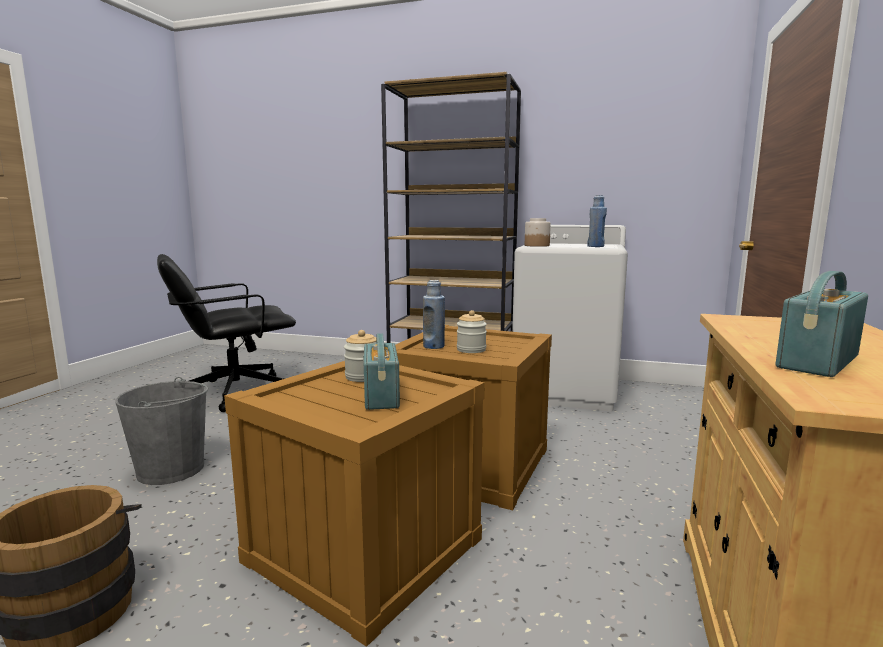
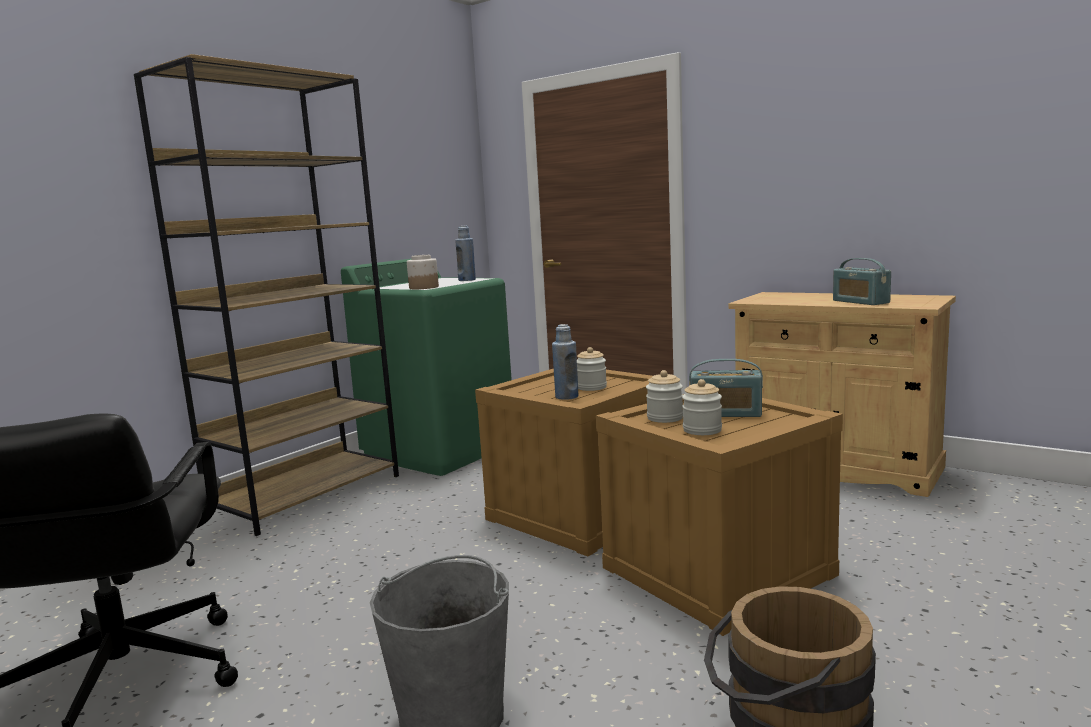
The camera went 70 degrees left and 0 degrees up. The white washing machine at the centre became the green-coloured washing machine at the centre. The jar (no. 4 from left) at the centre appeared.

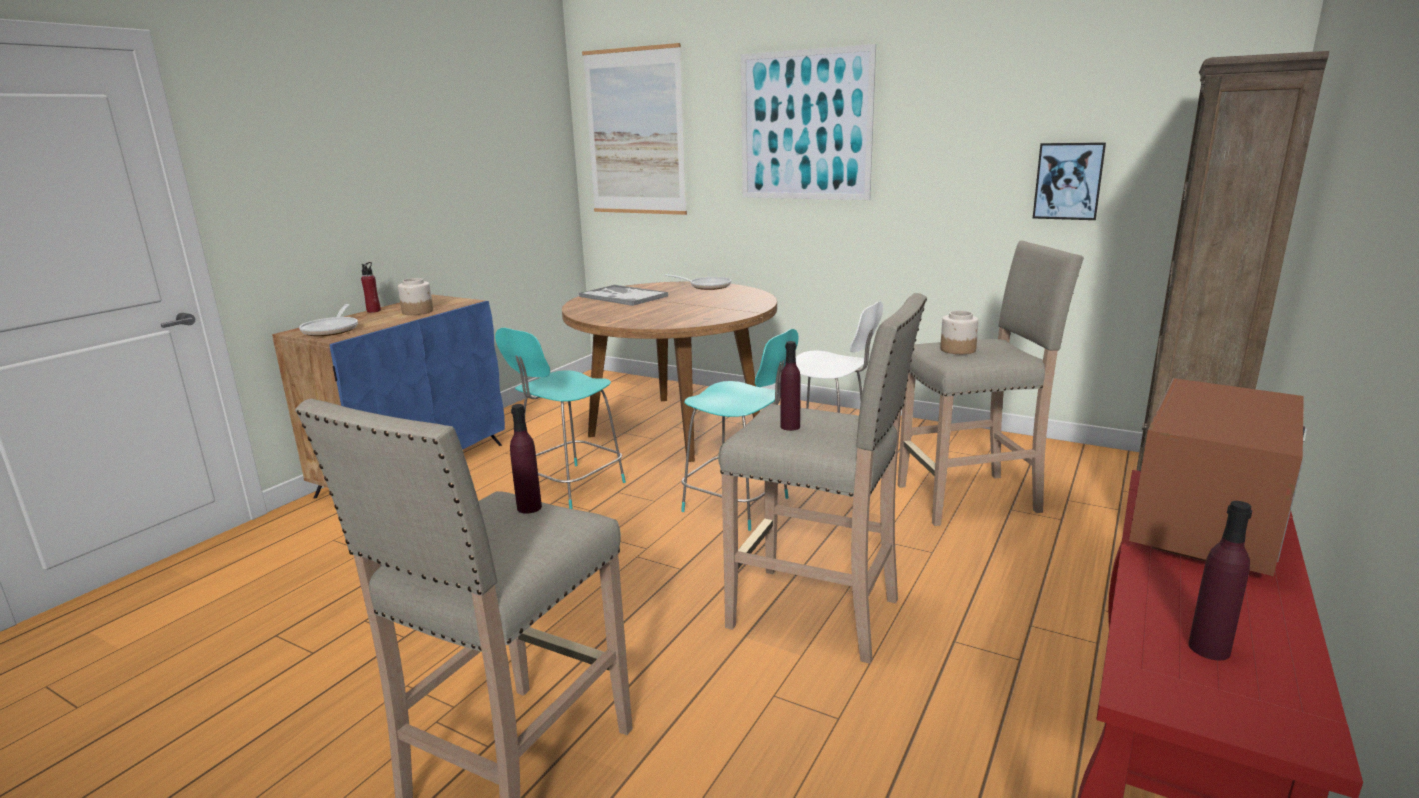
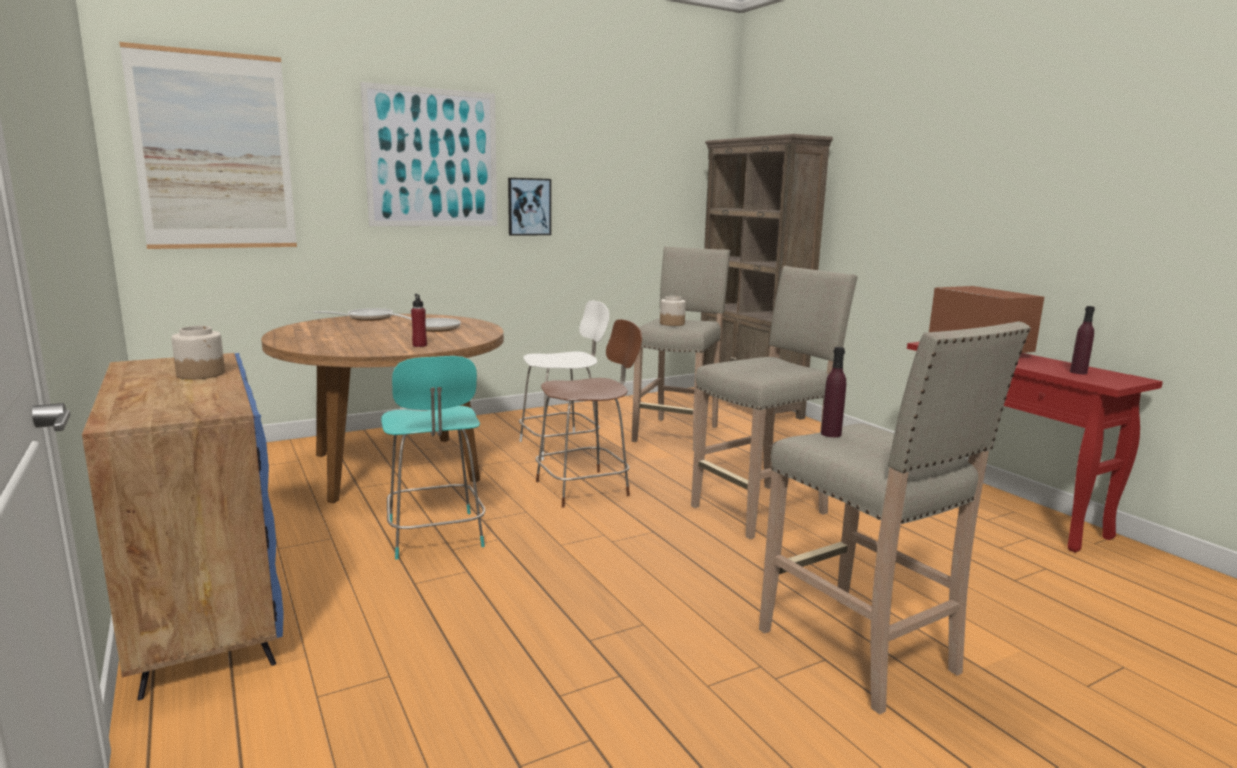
The camera went 60 degrees left and 5 degrees down. The wall art (no. 3 from left) moved from the top right to the top centre. The red drink bottle moved from the middle left to the centre. The carrying tray at the centre disappeared. The pan (no. 1 from left in the first image) moved from the middle left to the centre. The turquoise chair (no. 2 from left) at the centre became the brown chair at the centre. The purplish drink bottle (no. 2 from left) at the centre disappeared.

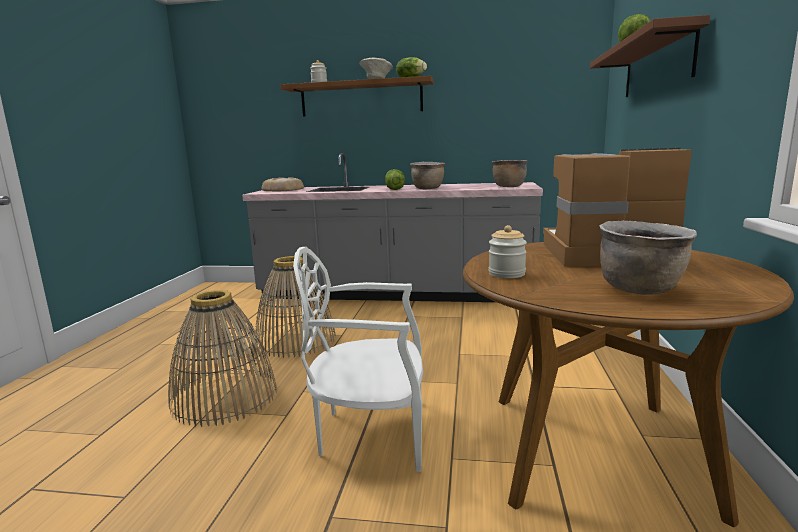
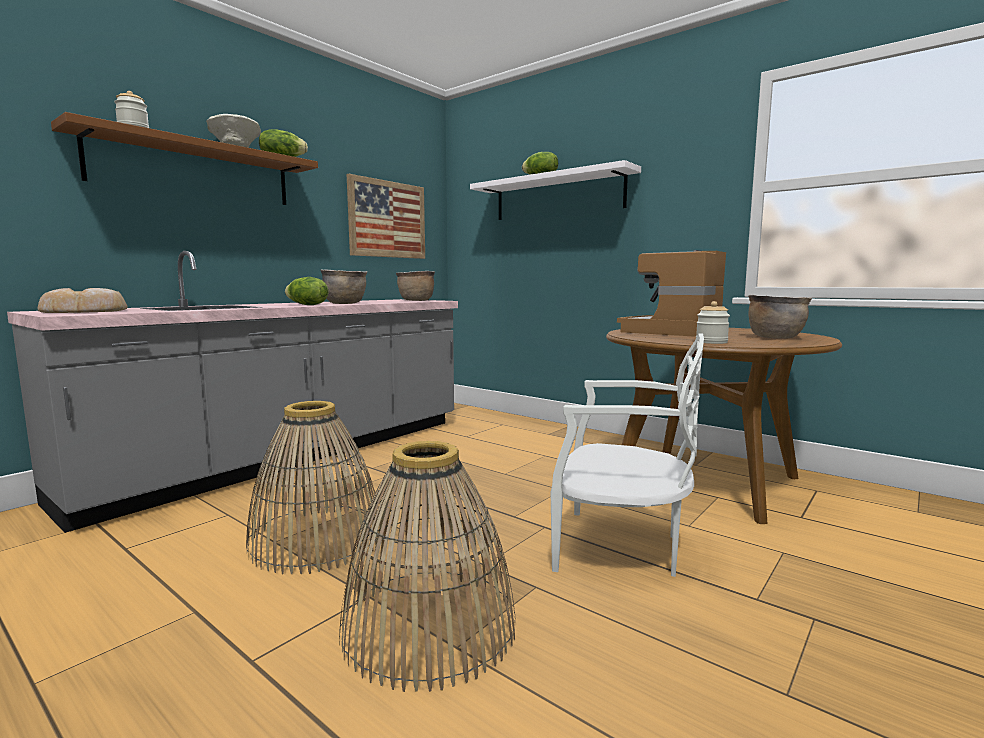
The camera went 60 degrees left and 5 degrees down. The brown wall shelf (no. 2 from left) at the top right became the white wall shelf at the top centre. The white chair at the bottom centre turned 105 degrees counterclockwise. The wall art at the top centre appeared.

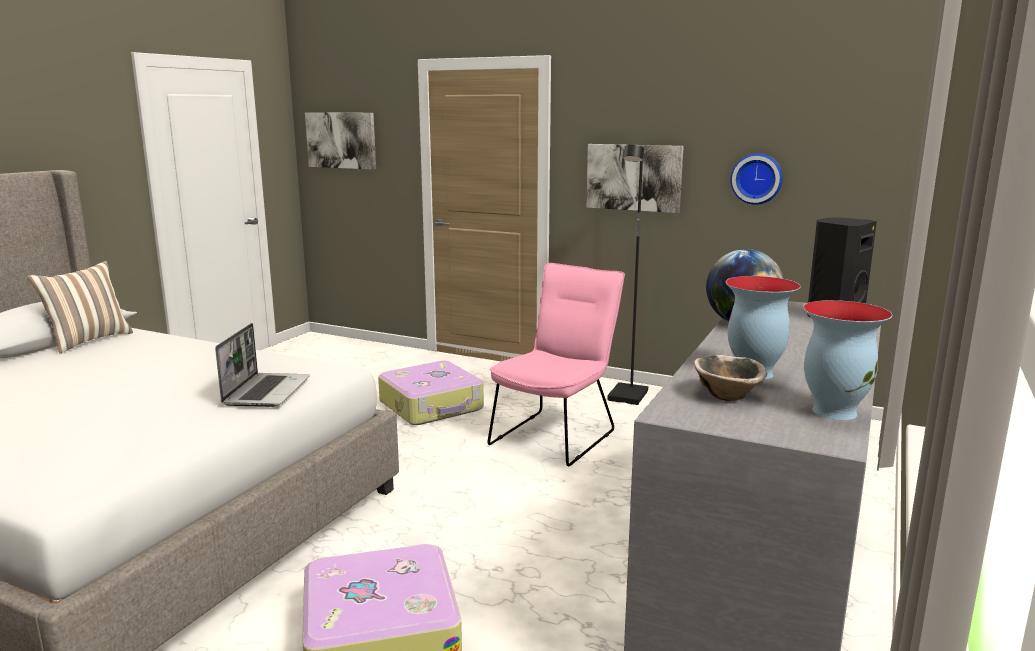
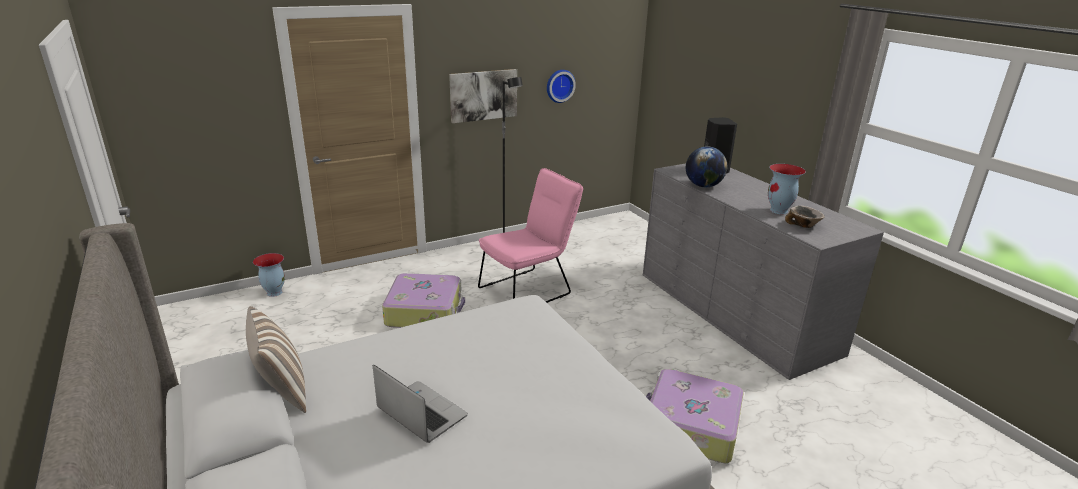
The camera went 55 degrees left and 10 degrees up. The wall art (no. 1 from left) at the top left disappeared. The pink chair at the centre turned 75 degrees clockwise. The flower vase (no. 2 from left in the first image) moved from the middle right to the middle left. The laptop moved from the middle left to the bottom centre.

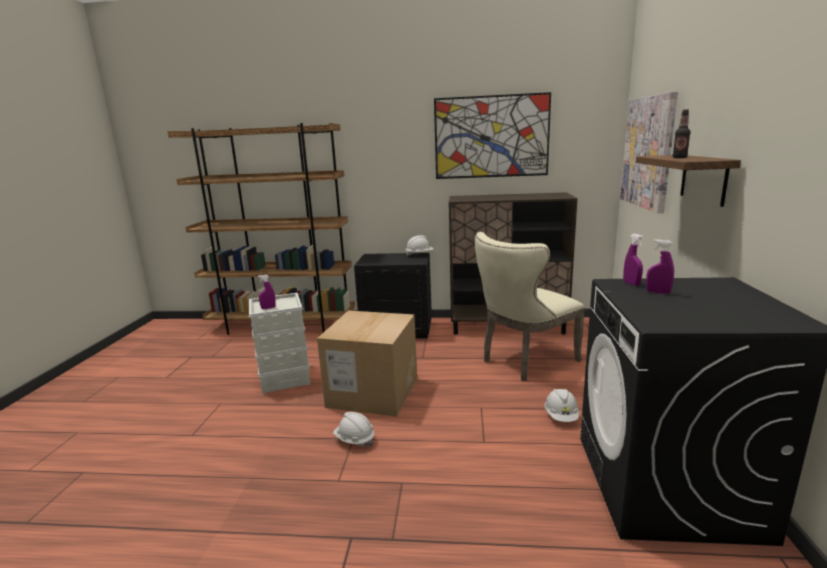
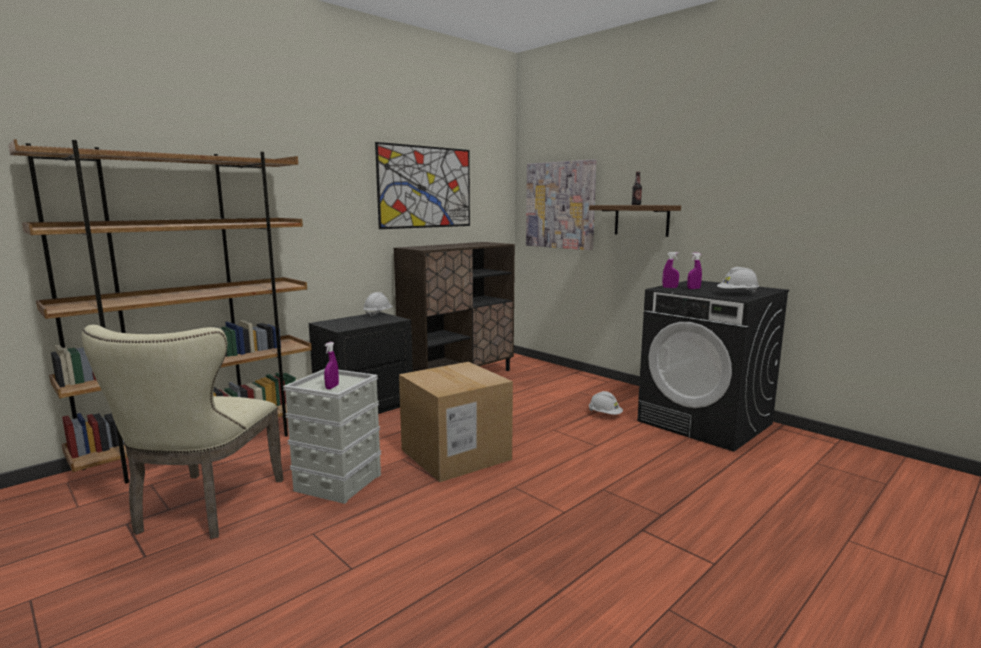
The camera went 50 degrees left and 5 degrees down. The sand-coloured chair moved from the centre to the bottom left. The white hard hat (no. 1 from left in the first image) moved from the bottom centre to the middle right.

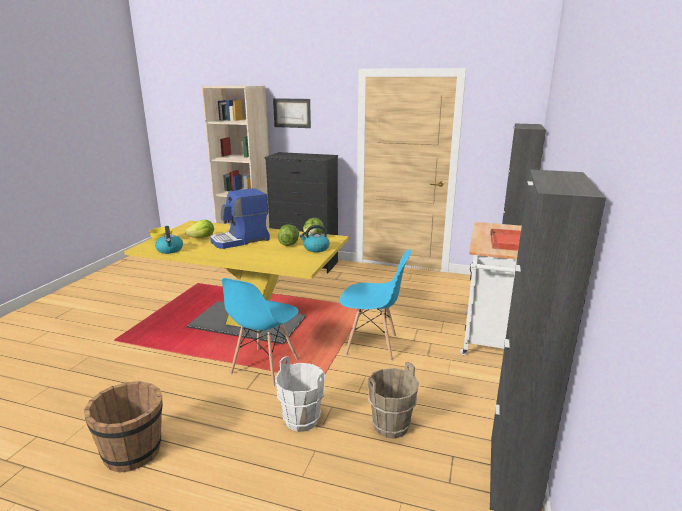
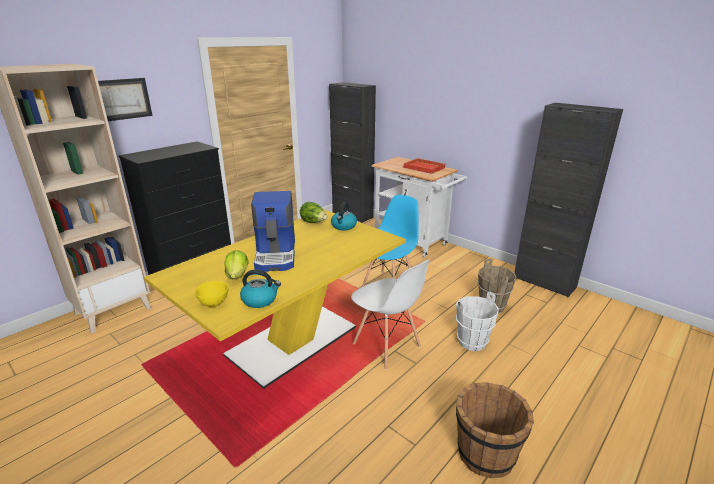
The camera went 65 degrees left and 5 degrees up. The lettuce head (no. 2 from left) at the centre disappeared. The blue-coloured chair (no. 1 from left) at the centre became the white chair at the centre.

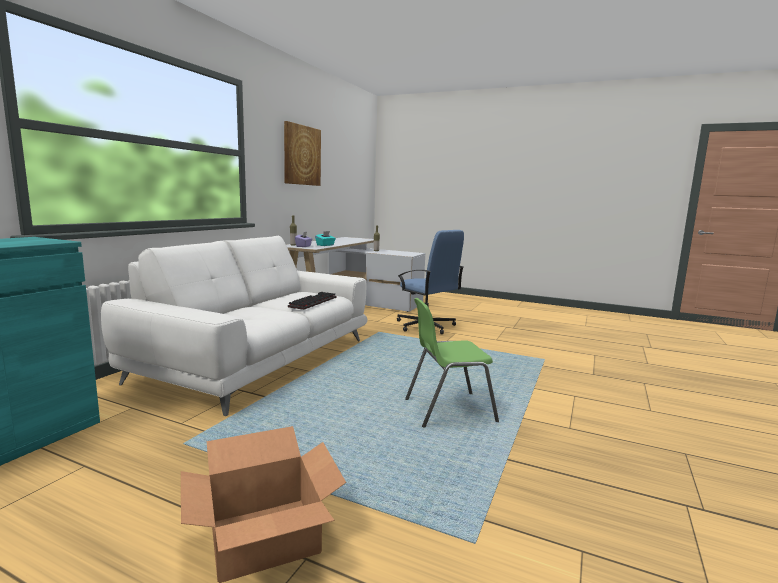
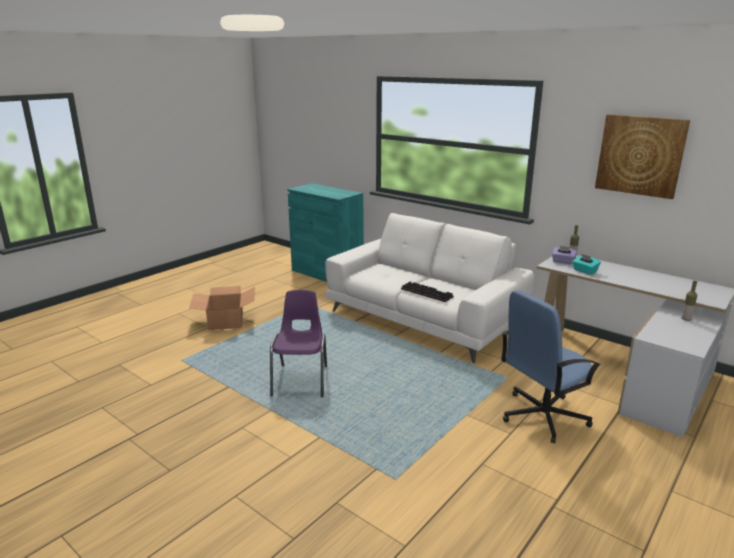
The camera went 105 degrees right and 10 degrees up. The green-coloured chair at the centre became the purplish chair at the centre.

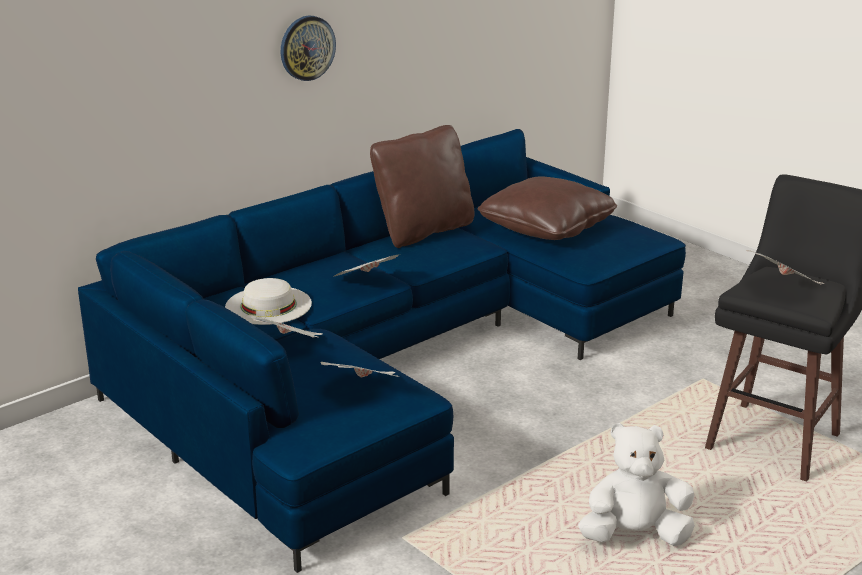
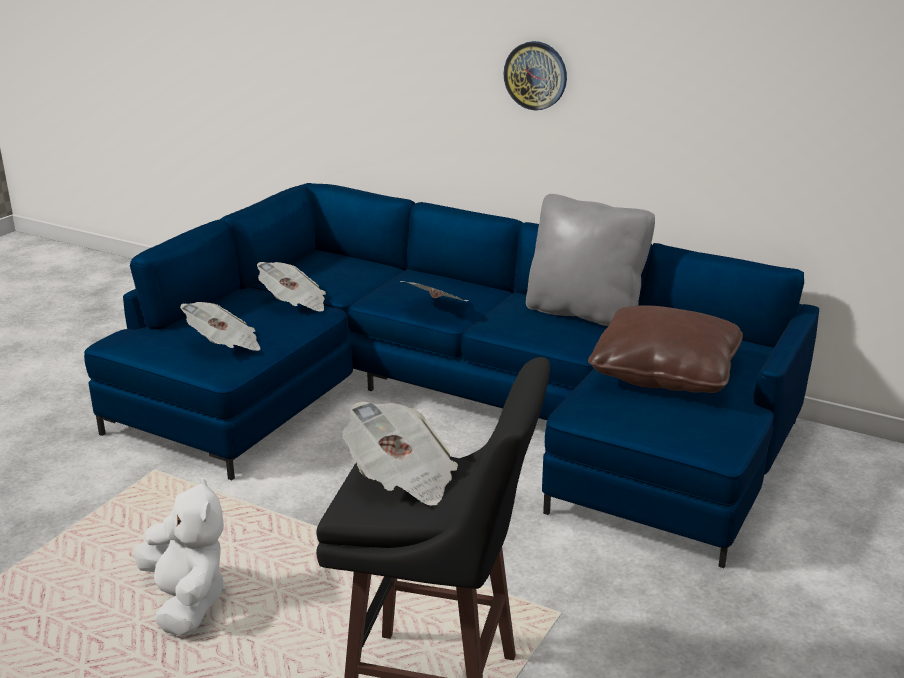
The camera went 70 degrees right and 0 degrees up. The brown pillow (no. 1 from left) at the top centre became the grey pillow at the centre. The white wearable hat at the middle left disappeared.

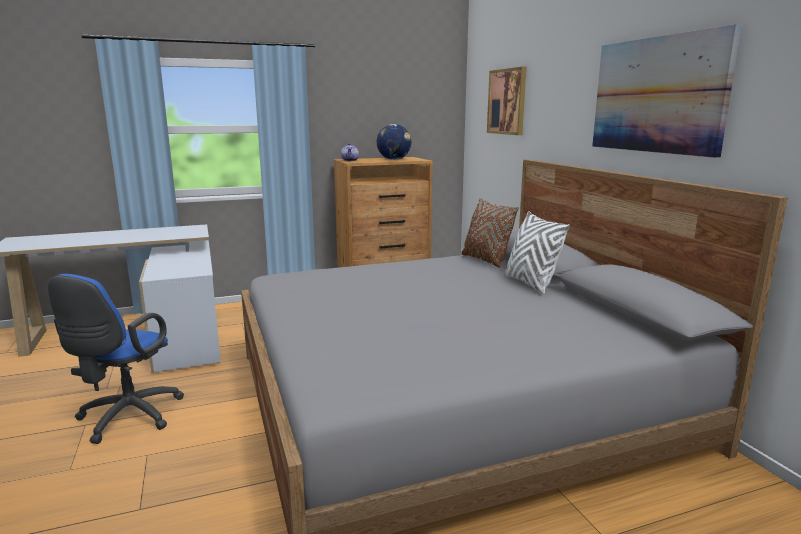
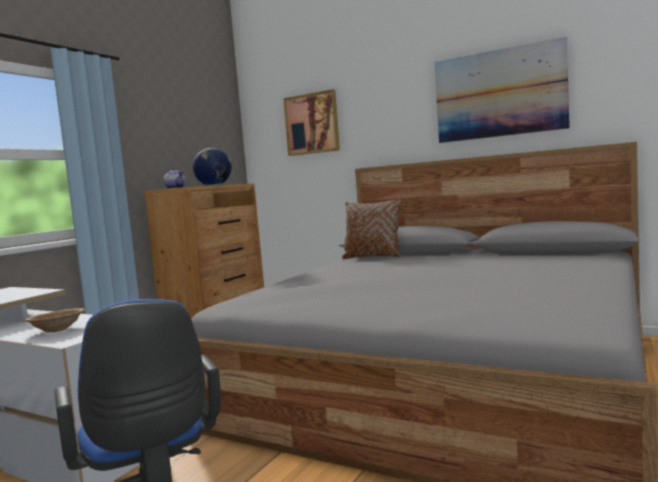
The camera went 40 degrees left and 10 degrees down. The white pillow at the middle right disappeared. The brown bowl at the middle left appeared.

